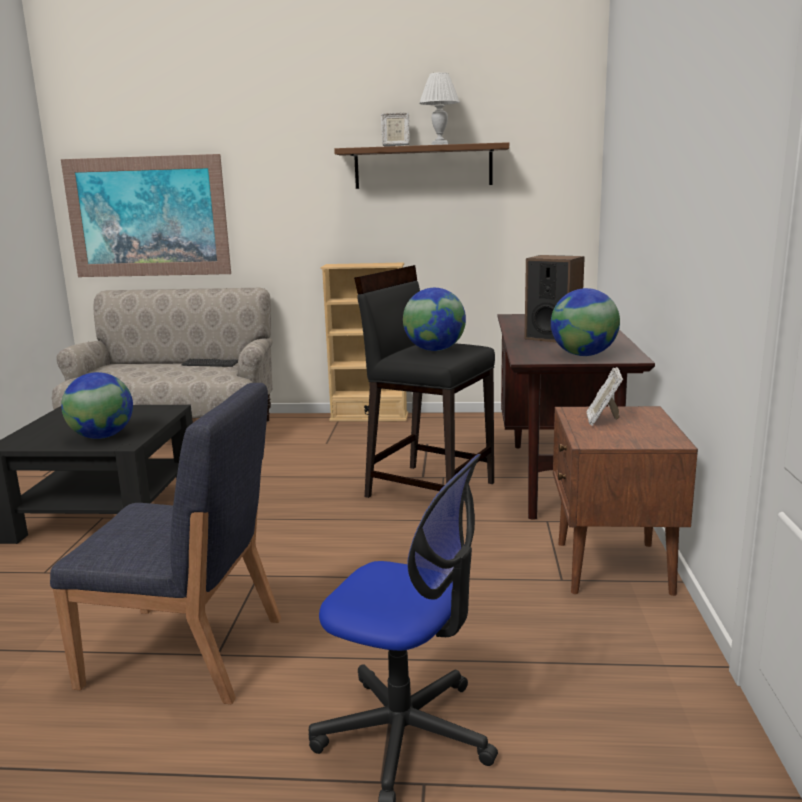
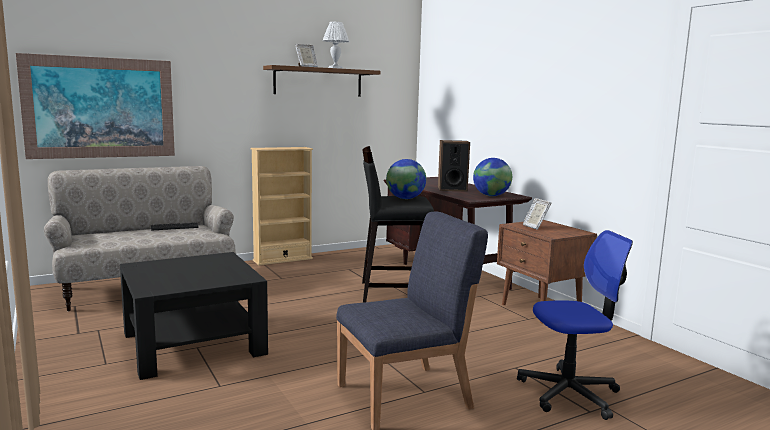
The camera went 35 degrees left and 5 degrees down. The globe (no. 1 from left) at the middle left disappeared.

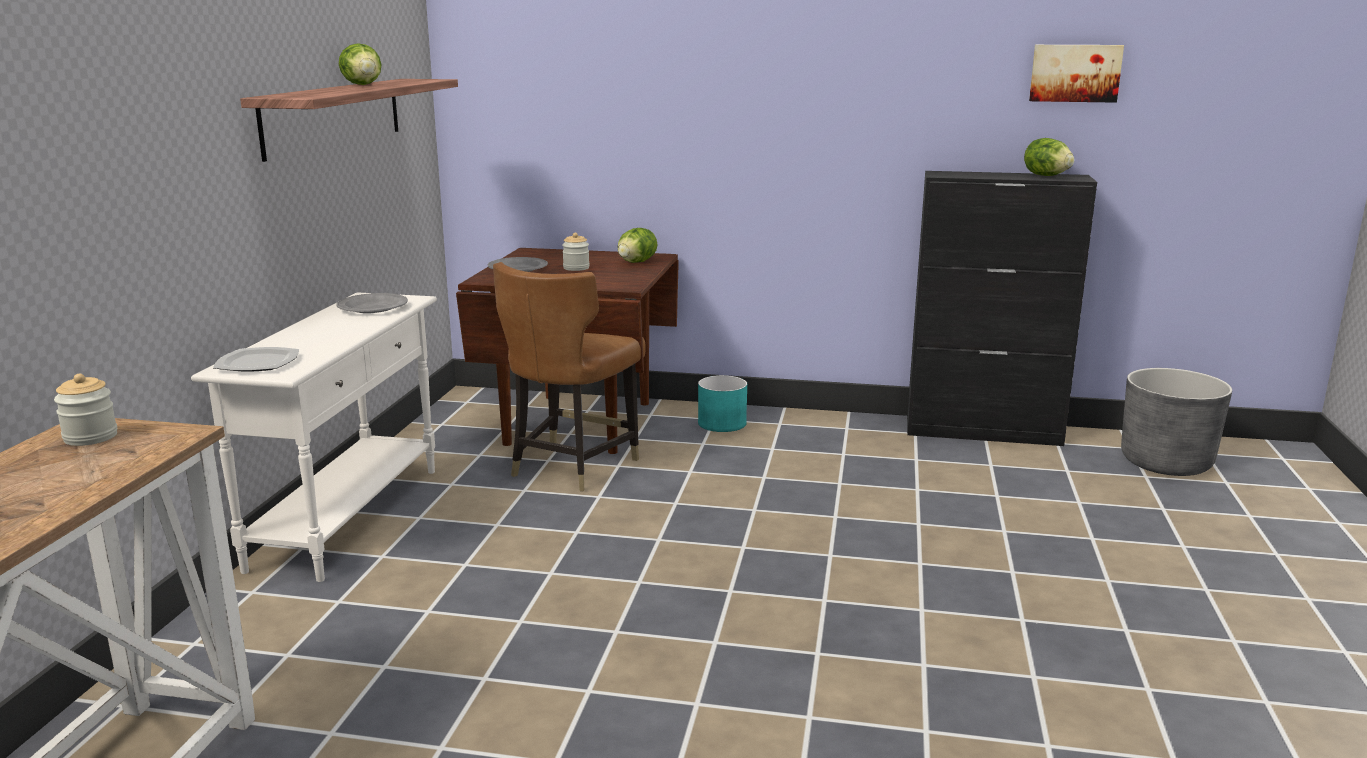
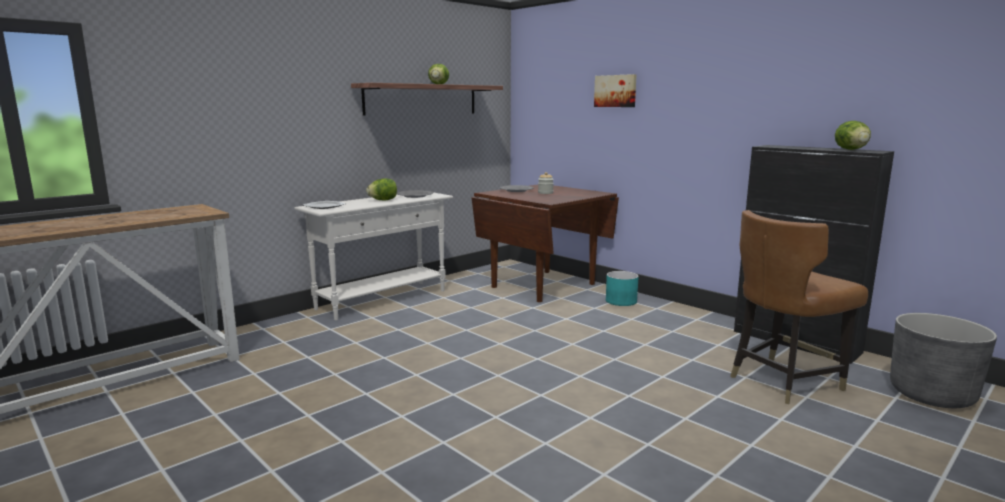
The camera went 35 degrees right and 5 degrees down. The wall art moved from the top right to the top centre. The lettuce head (no. 2 from left in the first image) moved from the top centre to the centre. The brown chair moved from the centre to the middle right. The jar (no. 1 from left) at the middle left disappeared.

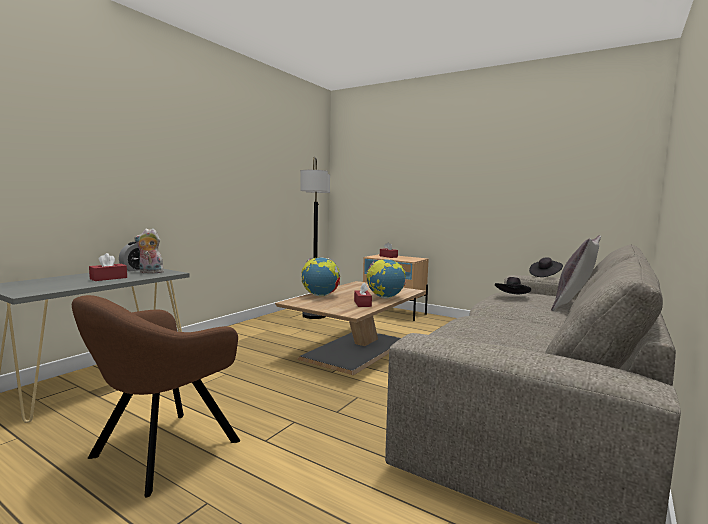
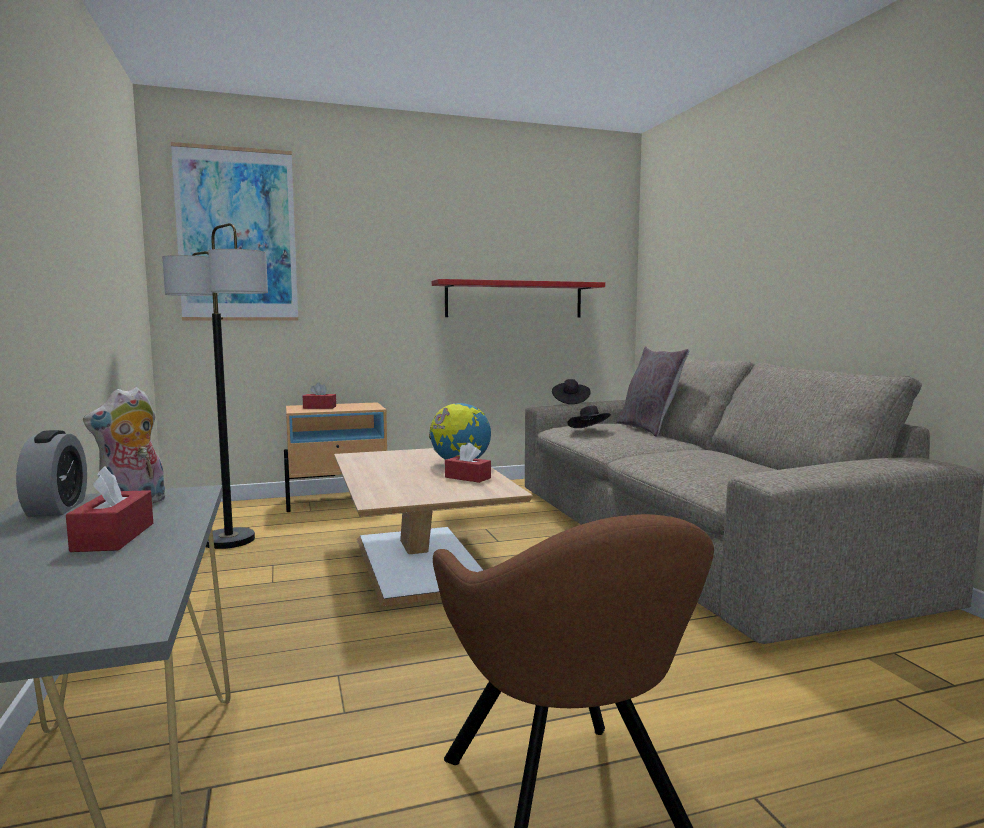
The camera went 50 degrees left and 0 degrees up. The globe (no. 1 from left) at the centre disappeared. The wall art at the top left appeared. The red wall shelf at the centre appeared.

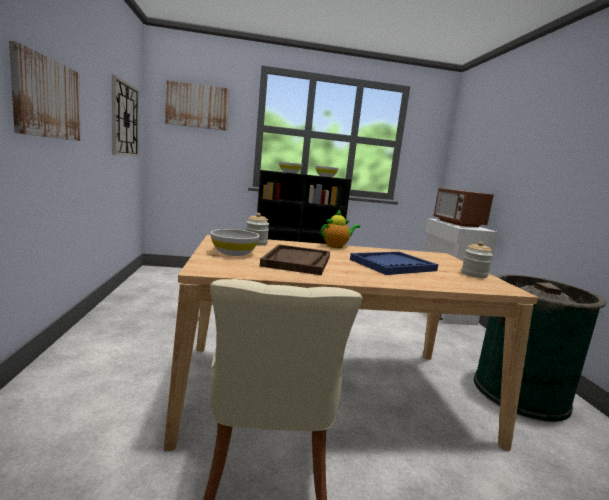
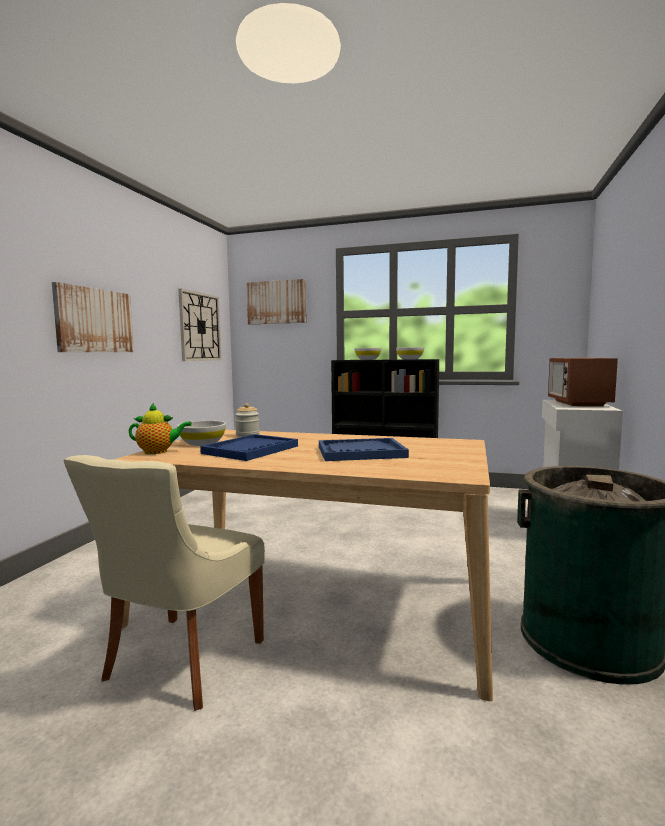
The camera went 25 degrees right and 5 degrees down. The pot for tea moved from the centre to the middle left. The jar (no. 2 from left) at the middle right disappeared. The brown carrying tray at the centre became the blue-coloured carrying tray (no. 1 from left) at the centre.

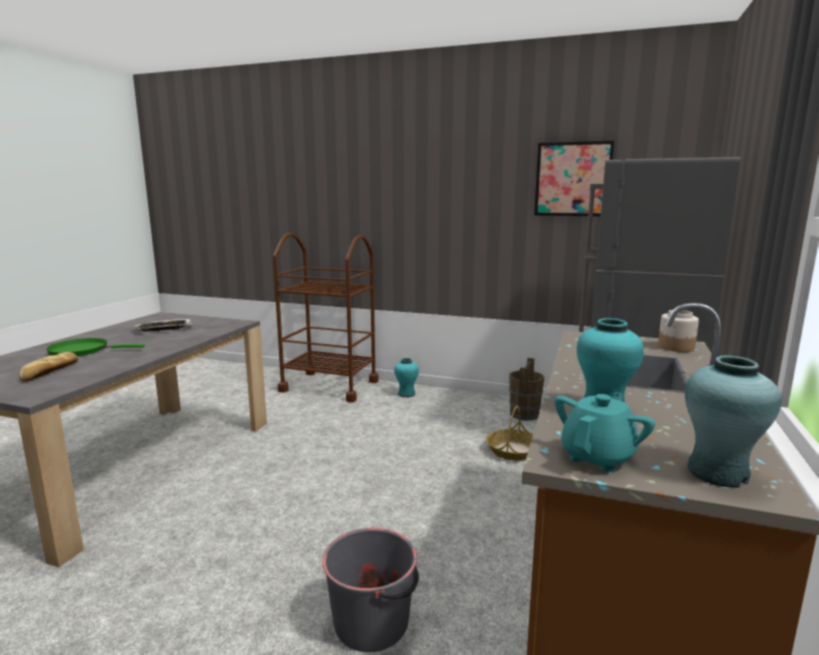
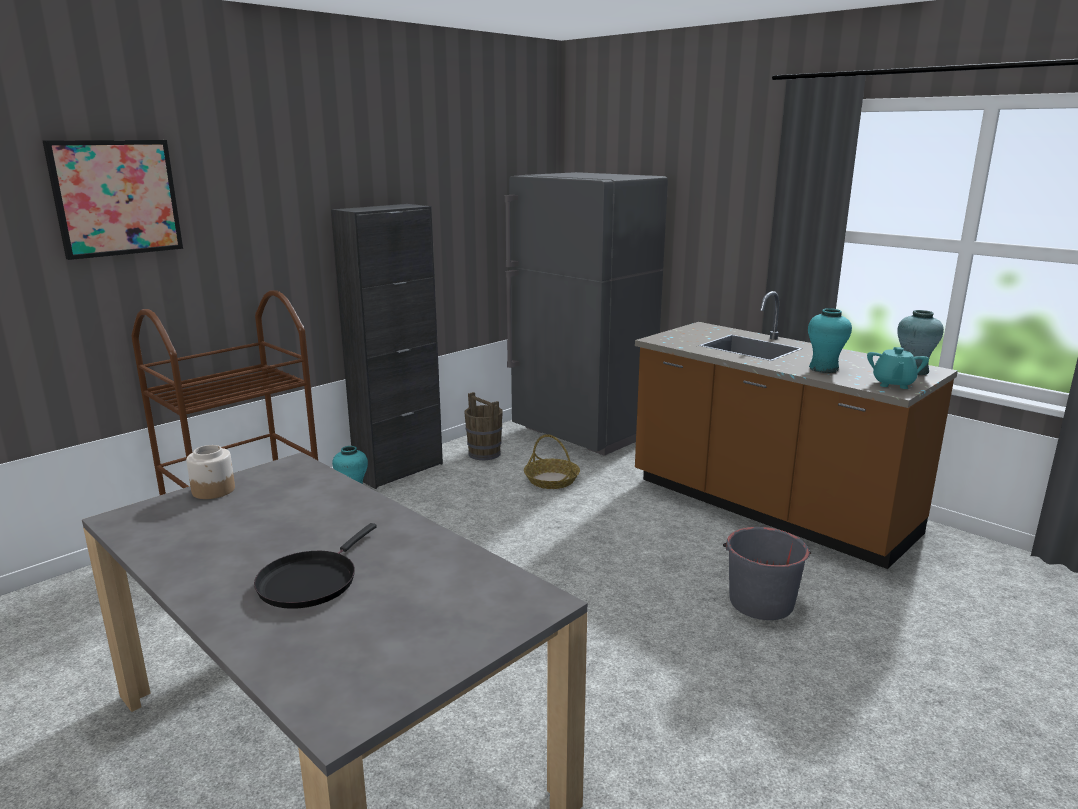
The camera went 65 degrees left and 5 degrees up. The wall art moved from the top right to the top left. The jar moved from the middle right to the middle left. The carrying tray at the middle left disappeared. The green-coloured pan at the middle left became the black-coloured pan at the bottom left. The bakery bread at the middle left disappeared. The turquoise pot for tea at the middle right turned 135 degrees counterclockwise. The black-coloured cupboard at the centre appeared.

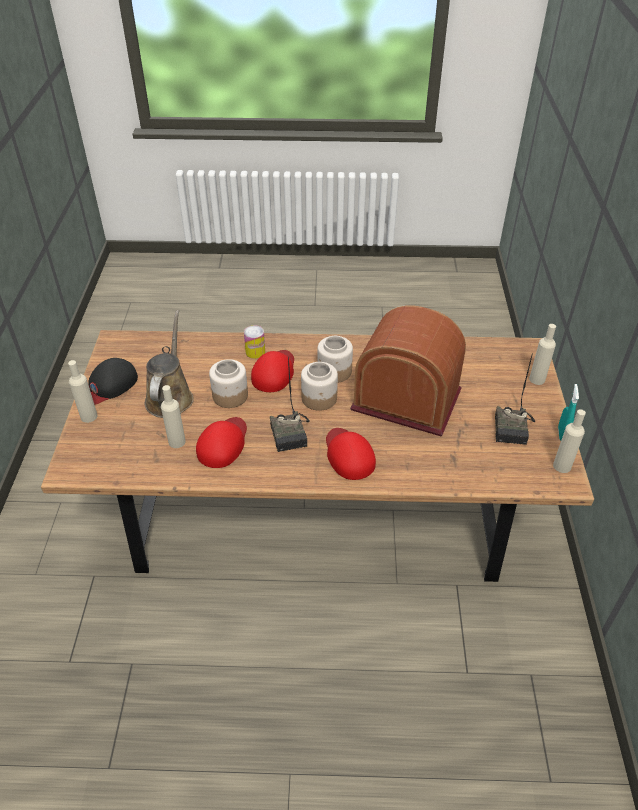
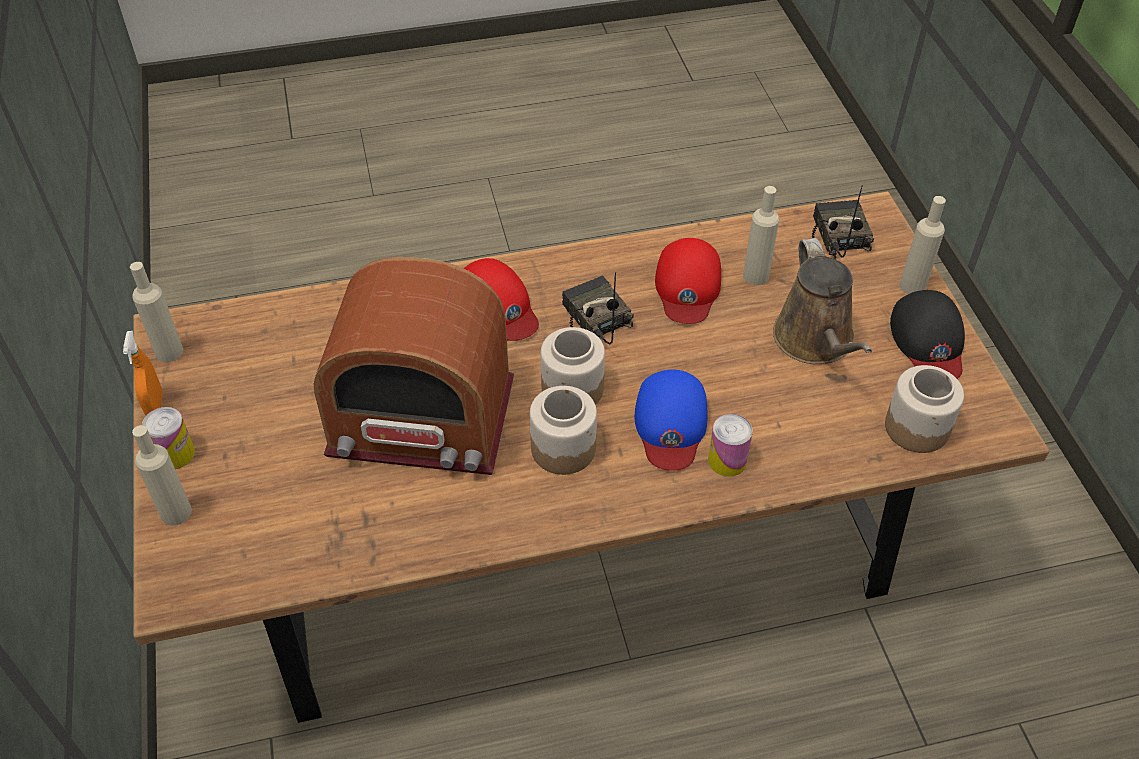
The camera went 165 degrees right and 5 degrees up. The red cap (no. 2 from left) at the centre became the blue-coloured cap at the centre. The radio (no. 3 from left) moved from the middle right to the top right. The black-coloured cap at the middle left turned 150 degrees clockwise. The jar (no. 1 from left in the first image) moved from the centre to the middle right. The turquoise hand sprayer at the middle right became the orange hand sprayer at the middle left. The metal can (no. 1 from left) at the middle left appeared.

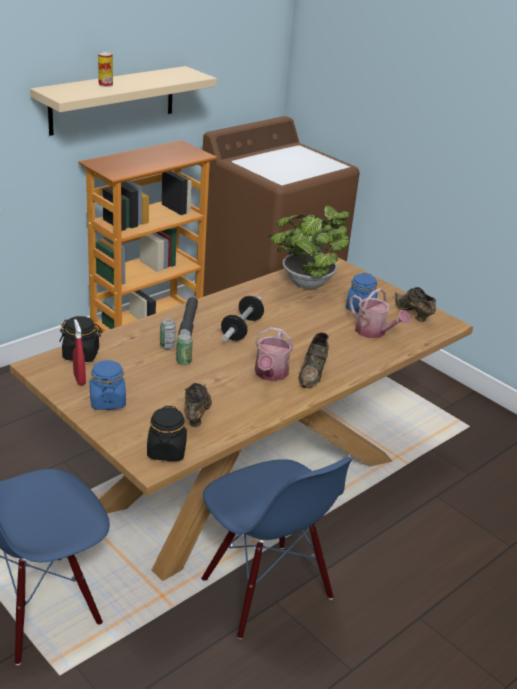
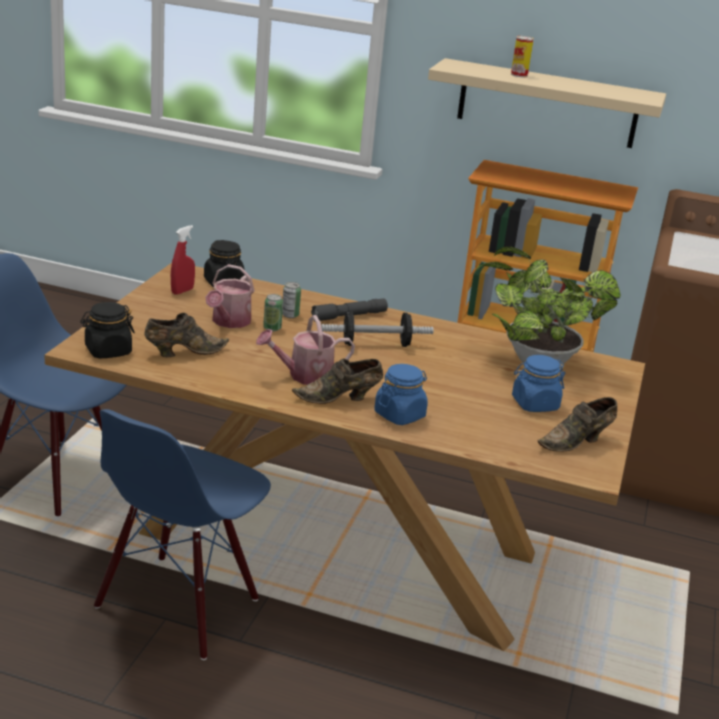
The camera went 60 degrees right and 5 degrees down. The brown item of footwear (no. 3 from left) at the middle right turned 150 degrees counterclockwise. The watering pot (no. 2 from left in the first image) moved from the middle right to the middle left. The blue-coloured jar (no. 1 from left) moved from the middle left to the centre.

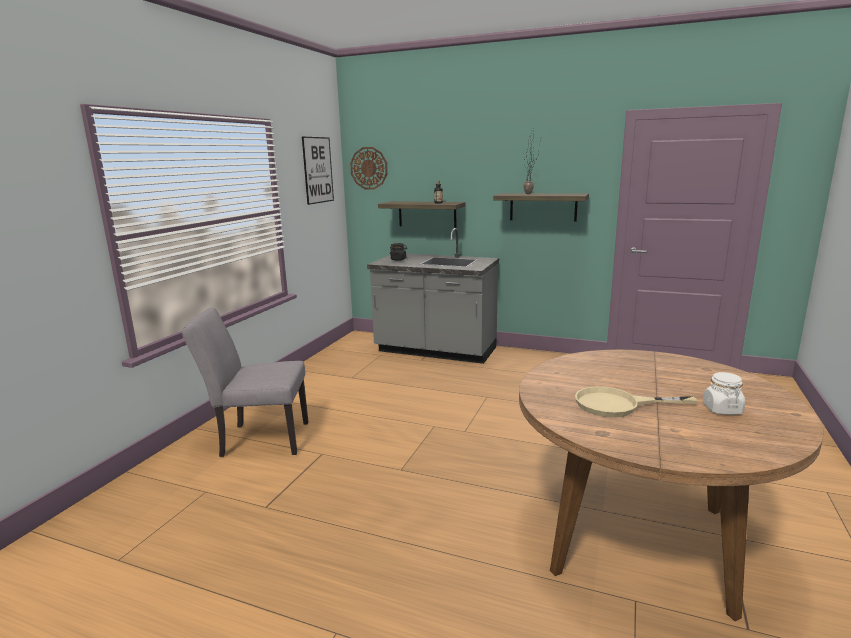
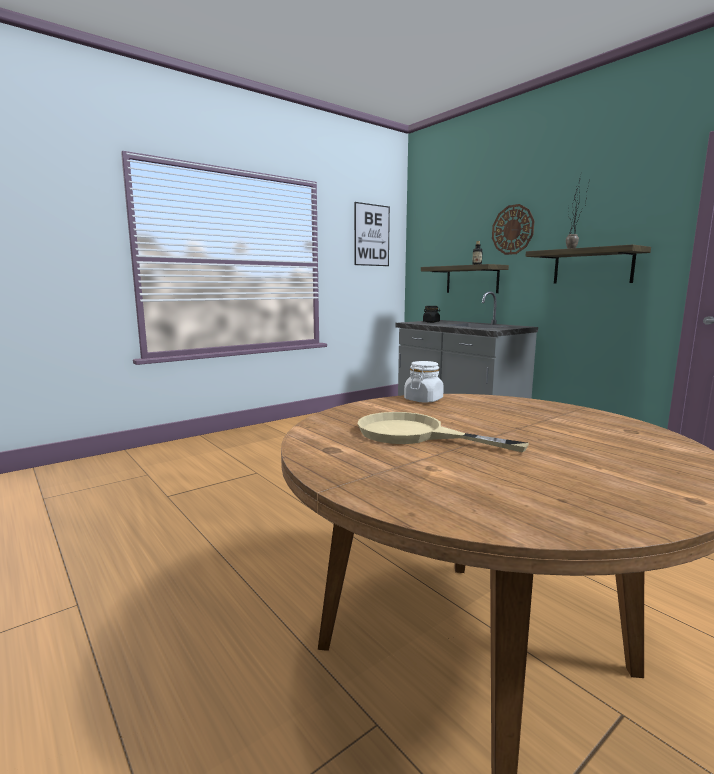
The camera went 30 degrees right and 5 degrees down. The clock on the wall moved from the top centre to the top right. The grey chair at the middle left disappeared. The white jar moved from the middle right to the centre.

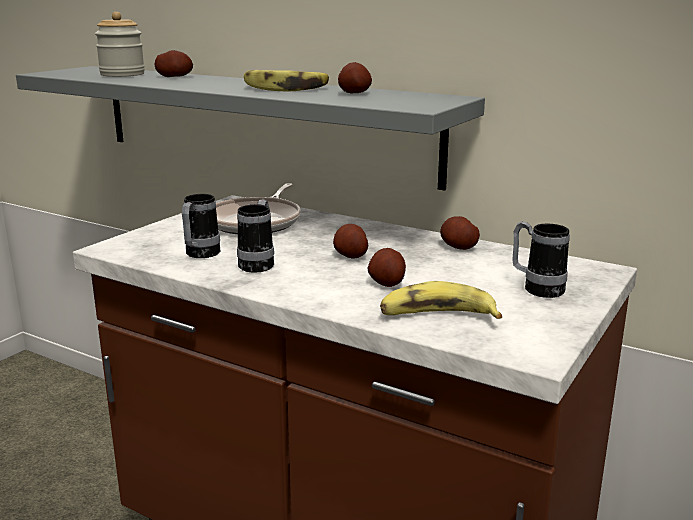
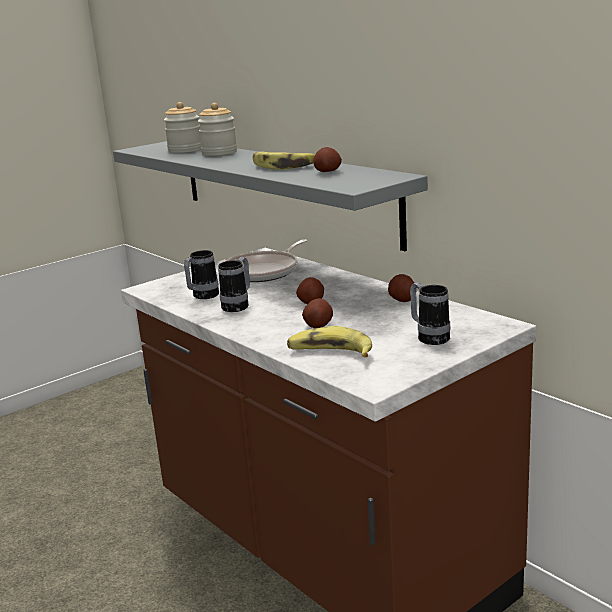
The camera went 20 degrees right and 0 degrees up. The whole potato (no. 1 from left) at the top left was replaced by the jar (no. 2 from left) at the top centre.

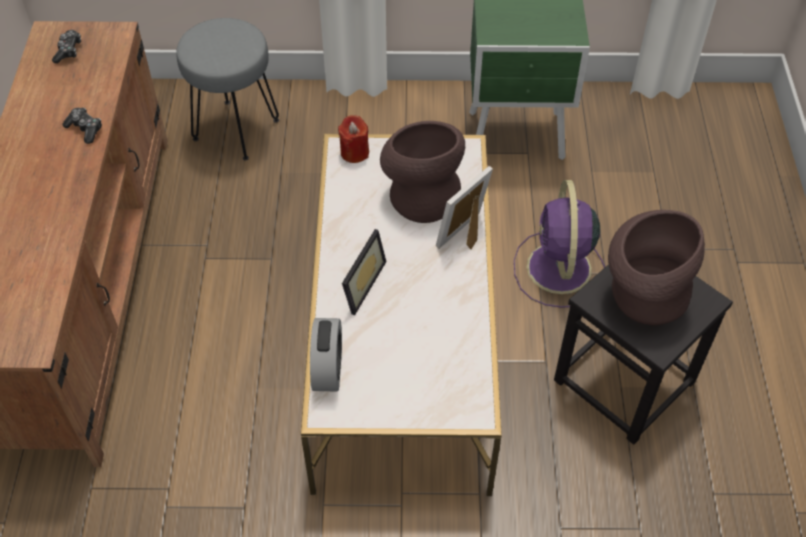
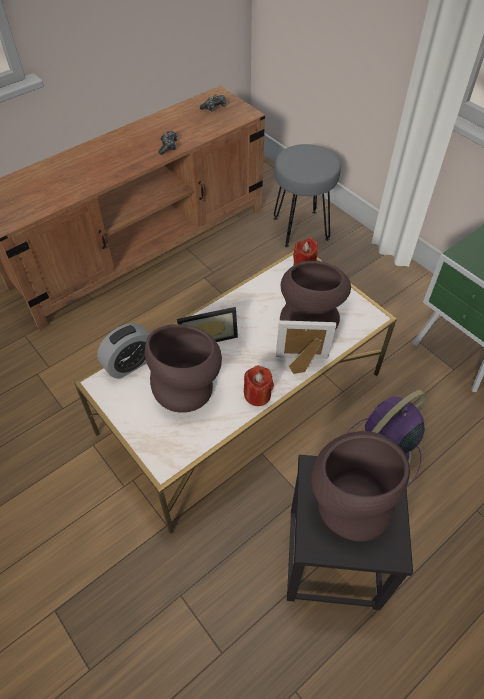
The camera went 50 degrees right and 0 degrees up. The brown flower vase (no. 1 from left) at the centre appeared. The red candle (no. 1 from left) at the centre appeared.

